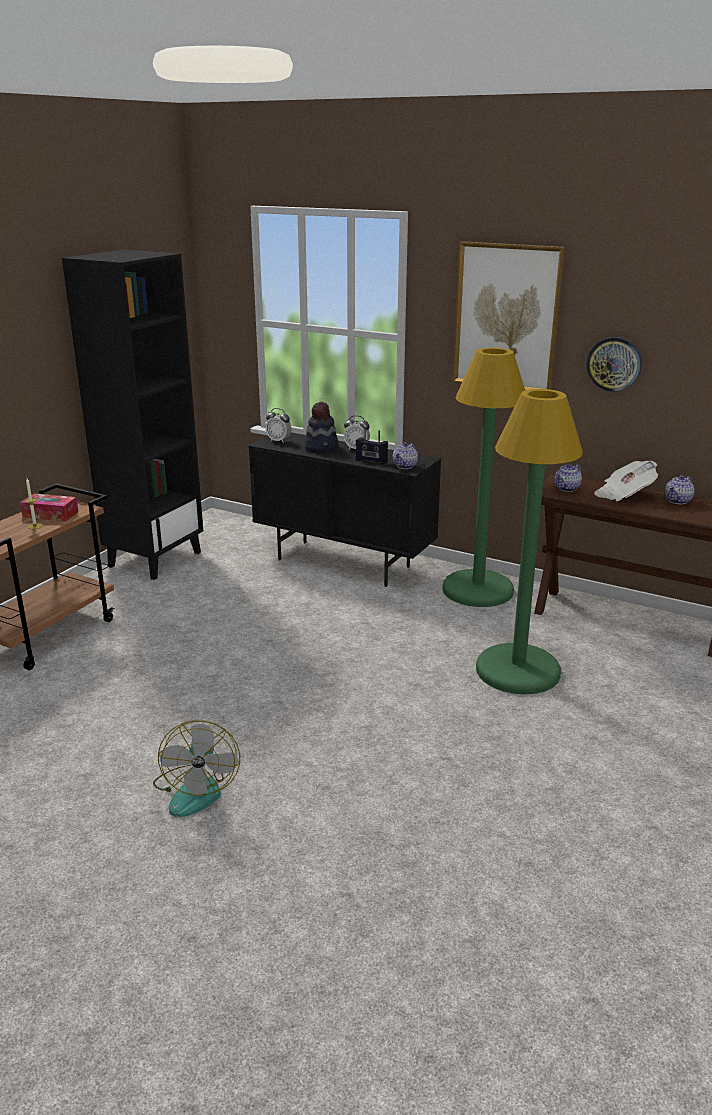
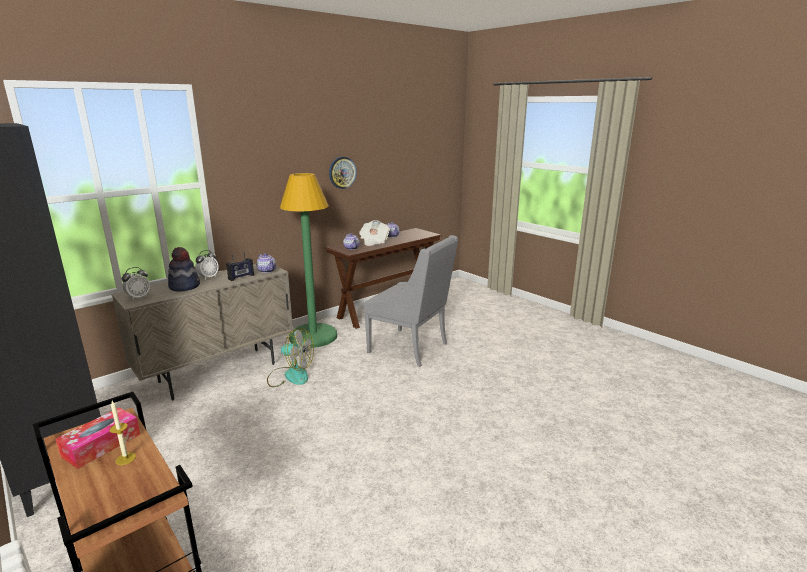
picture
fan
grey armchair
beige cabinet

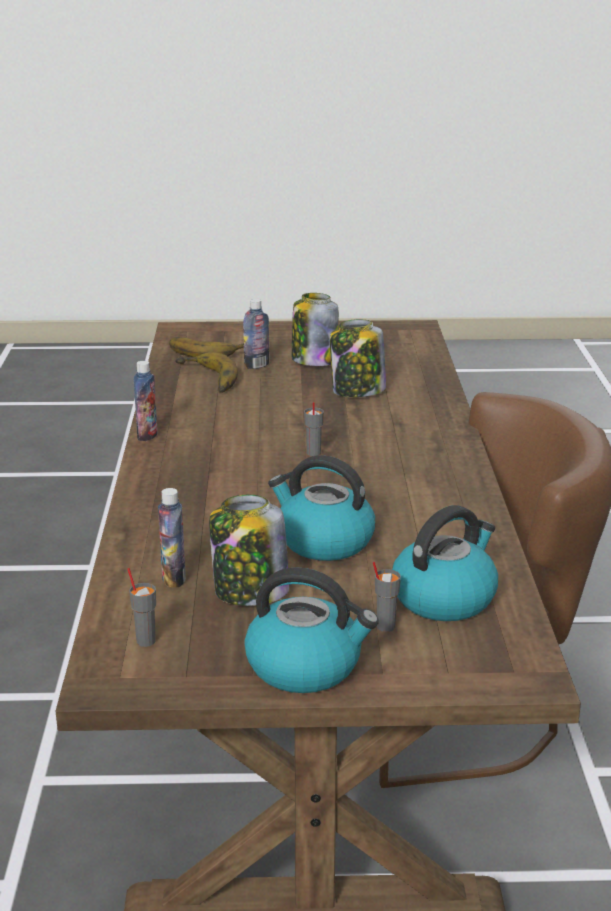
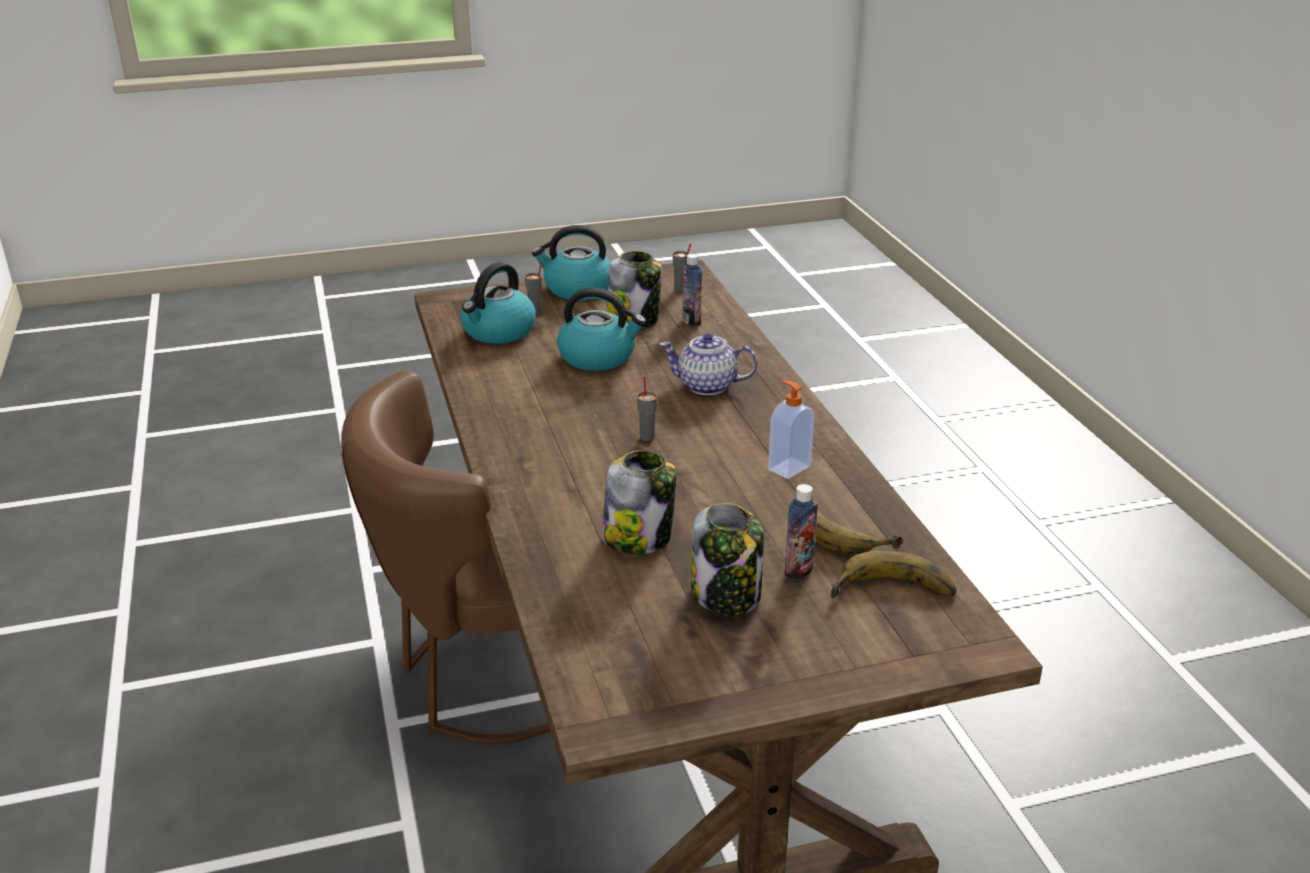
bottle (no. 1 from left in the first image)
teapot
soap dispenser

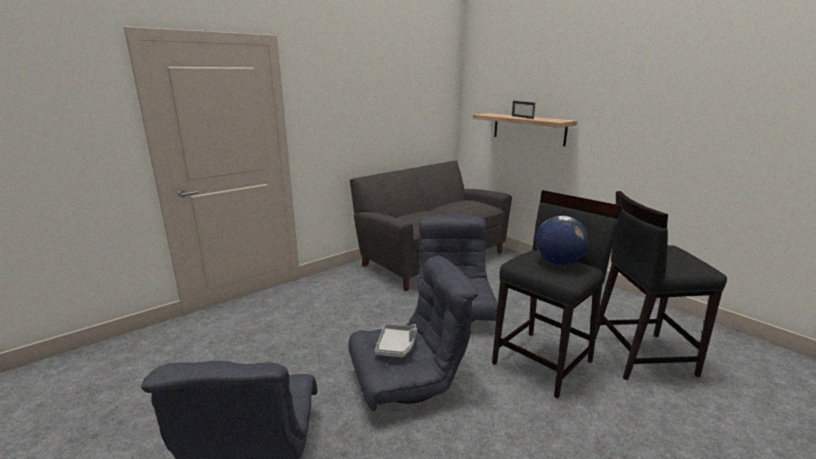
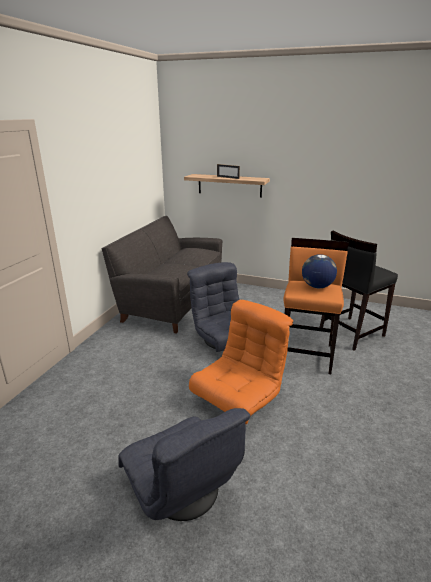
grey tray
orange armchair
orange stool

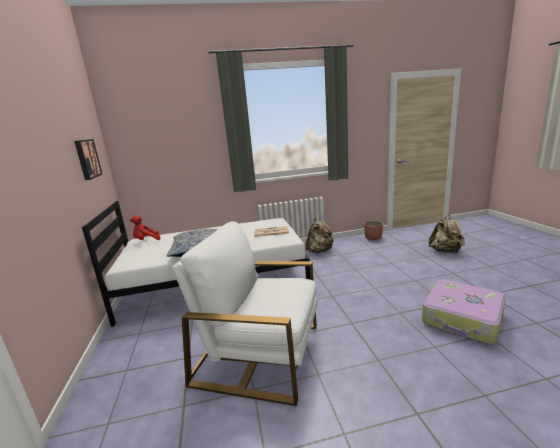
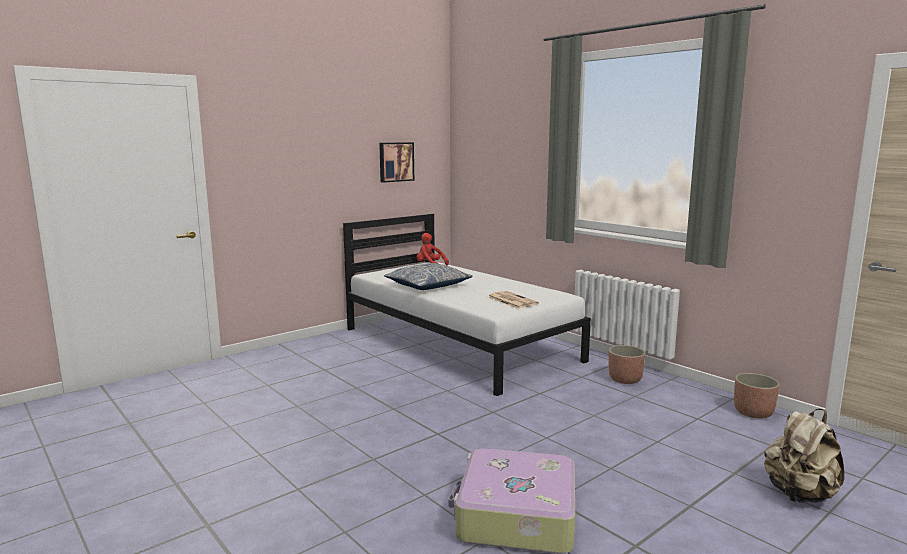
white armchair
planter (no. 1 from left)

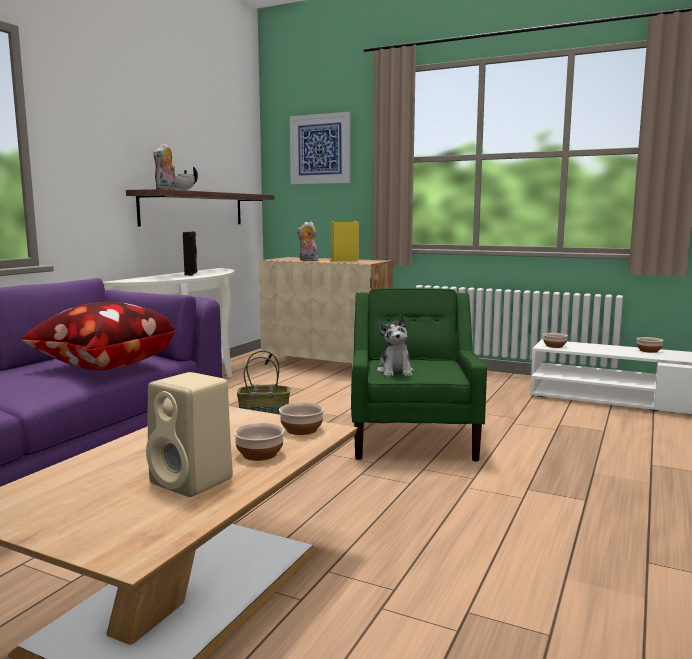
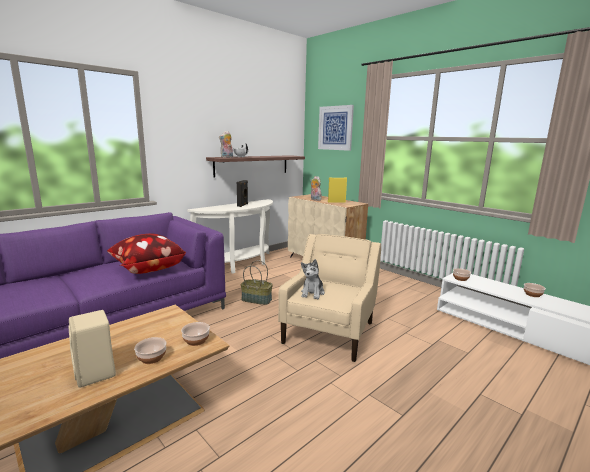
beige armchair

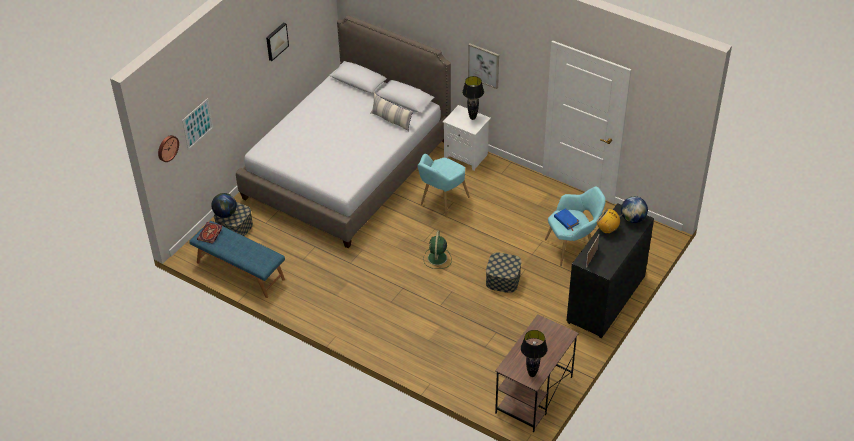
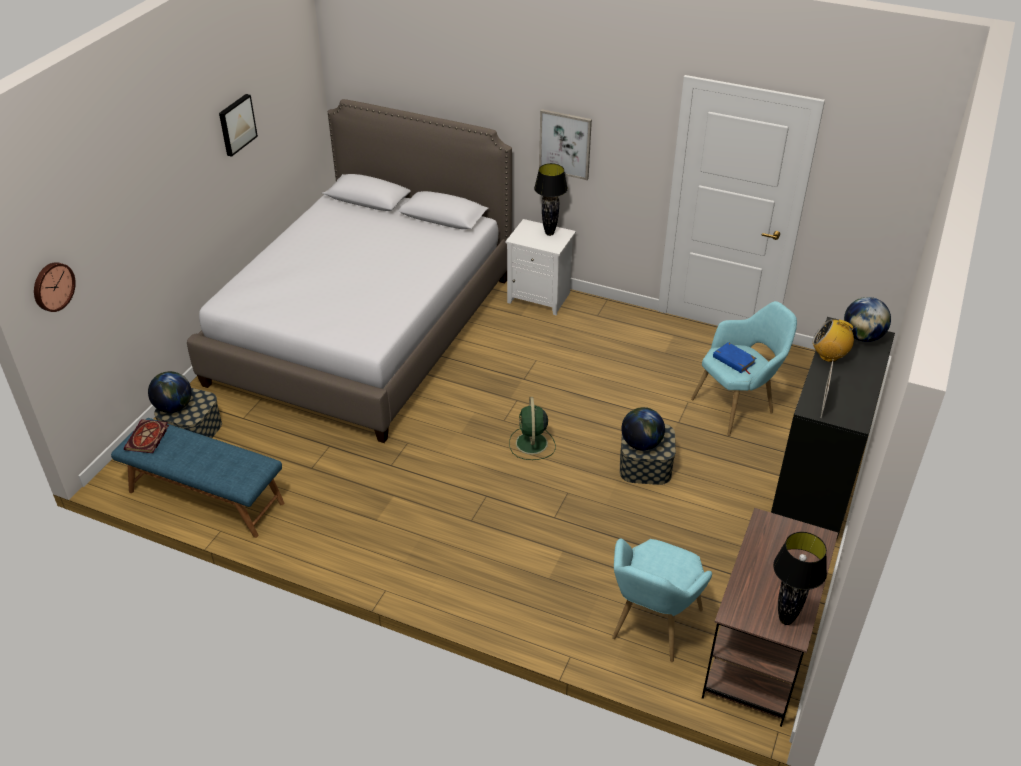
picture (no. 1 from left in the first image)
pillow
globe (no. 2 from left)
turquoise armchair (no. 1 from left)

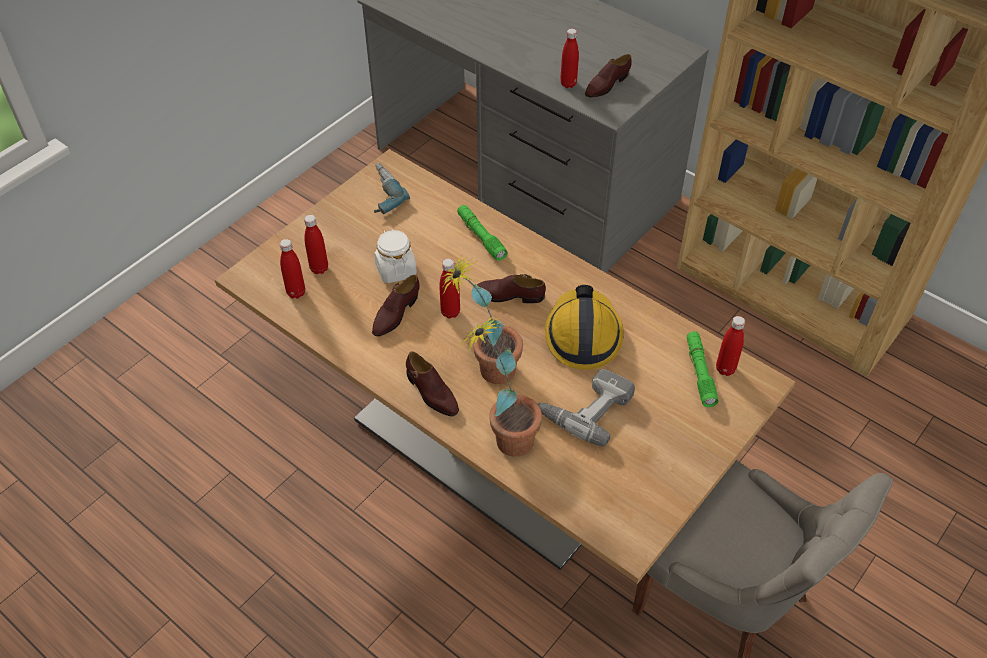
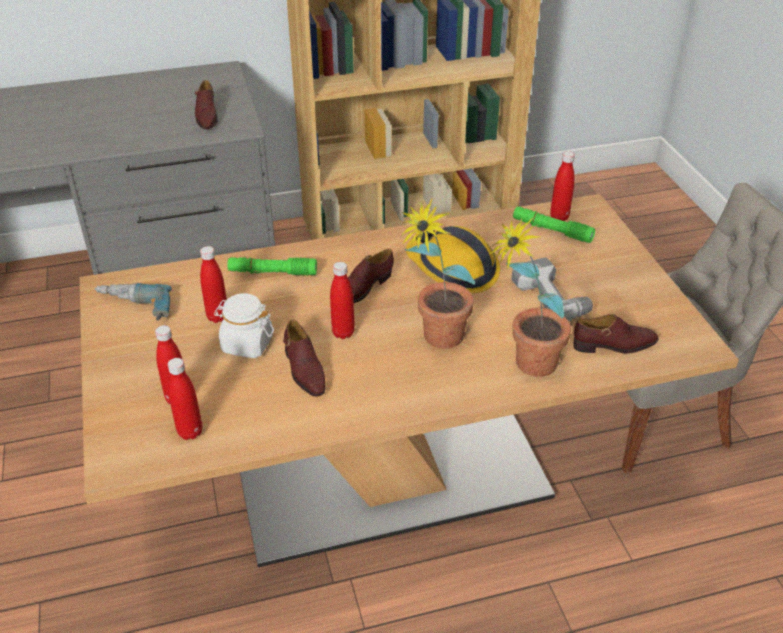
brown shoe (no. 4 from left)
red bottle (no. 3 from left)

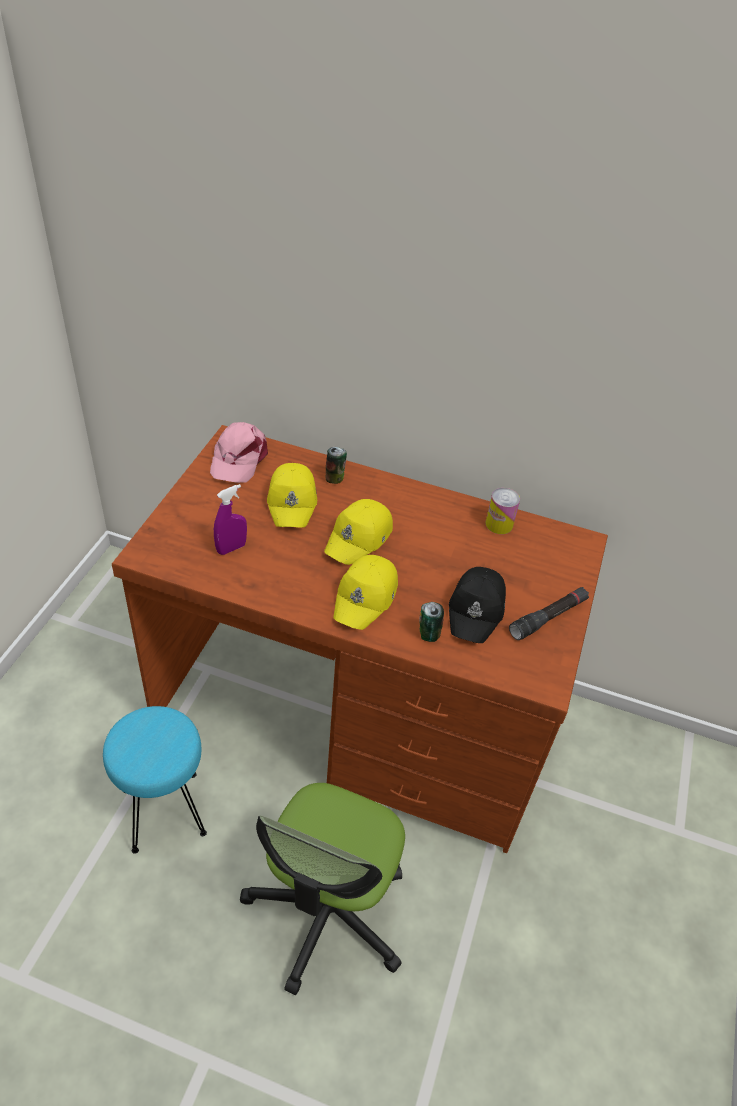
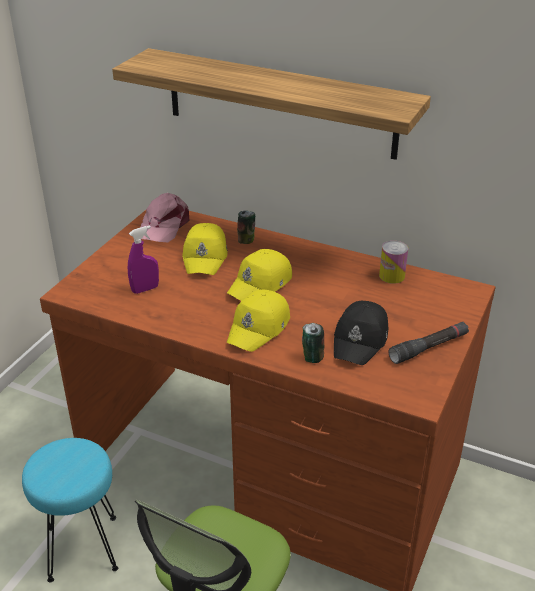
shelf

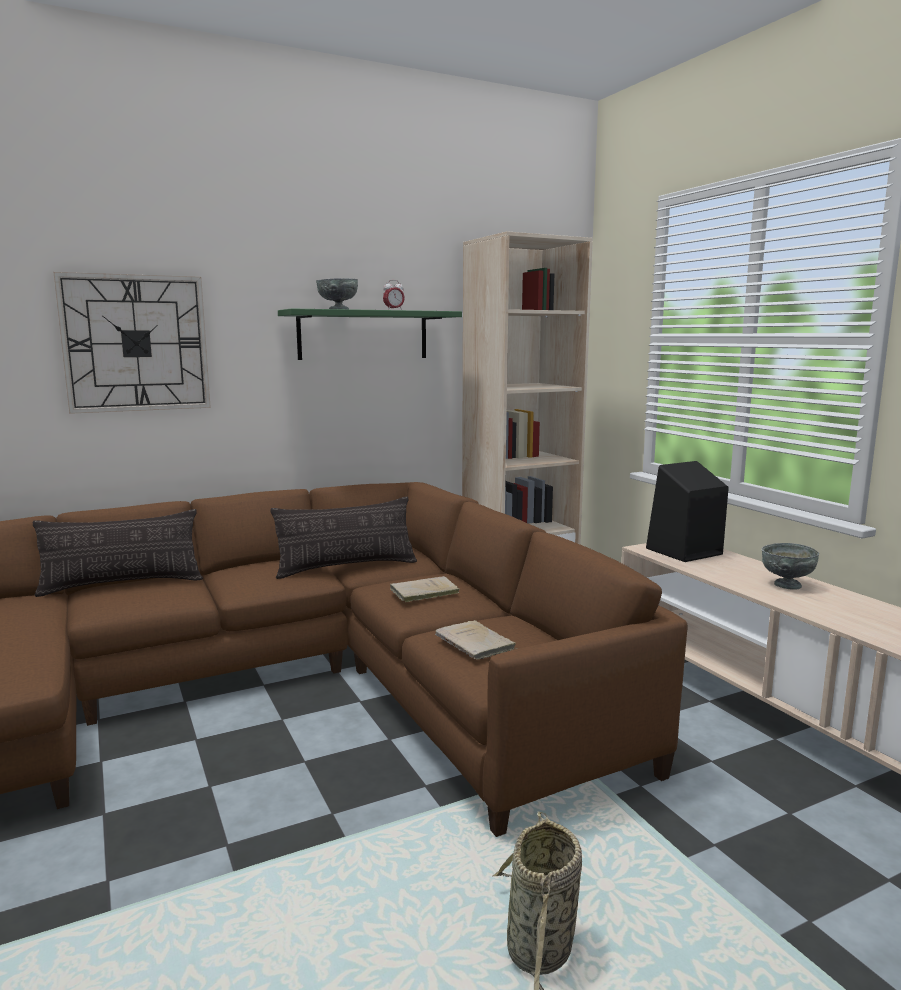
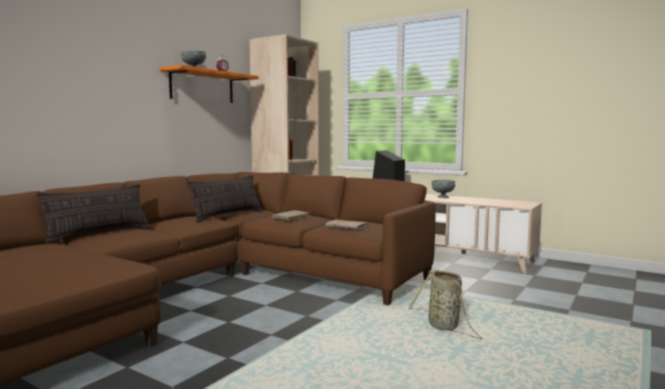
wall clock
orange shelf

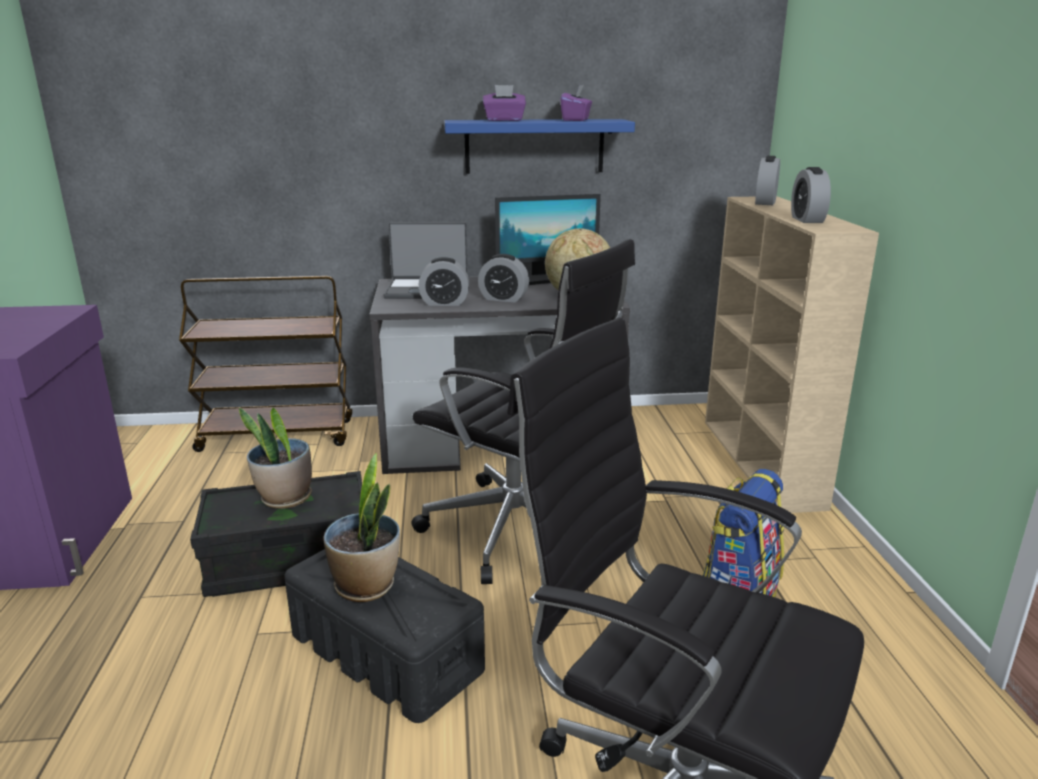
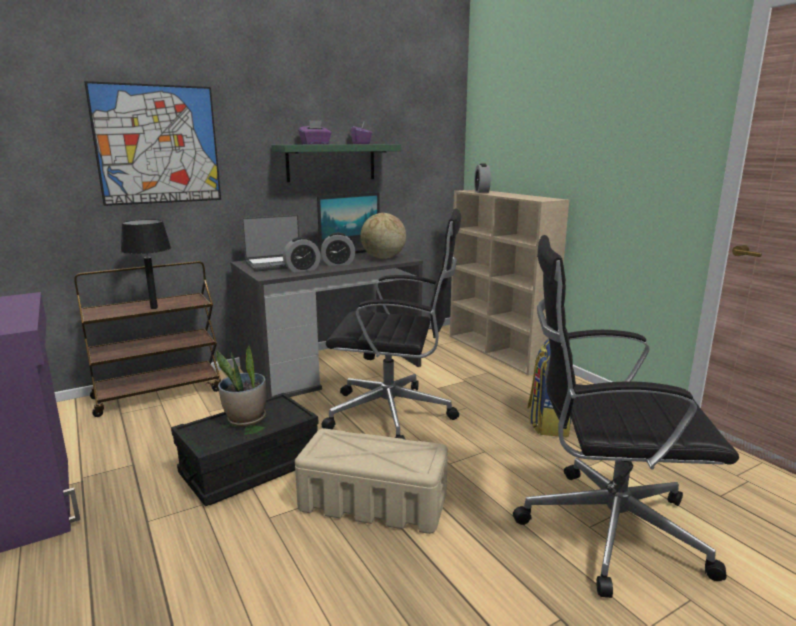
potted plant (no. 2 from left in the first image)
alarm clock (no. 4 from left in the first image)
picture
black table lamp
beige storage box
green shelf

